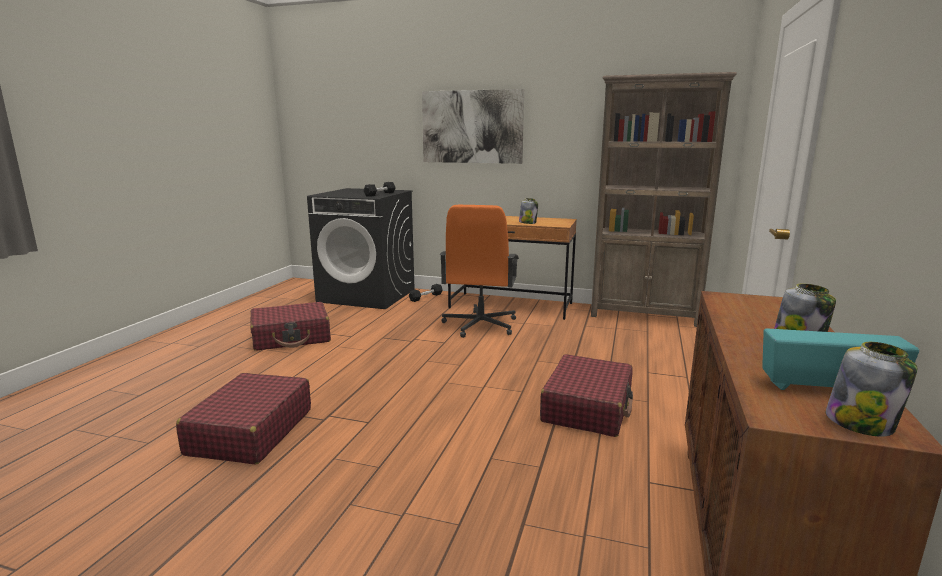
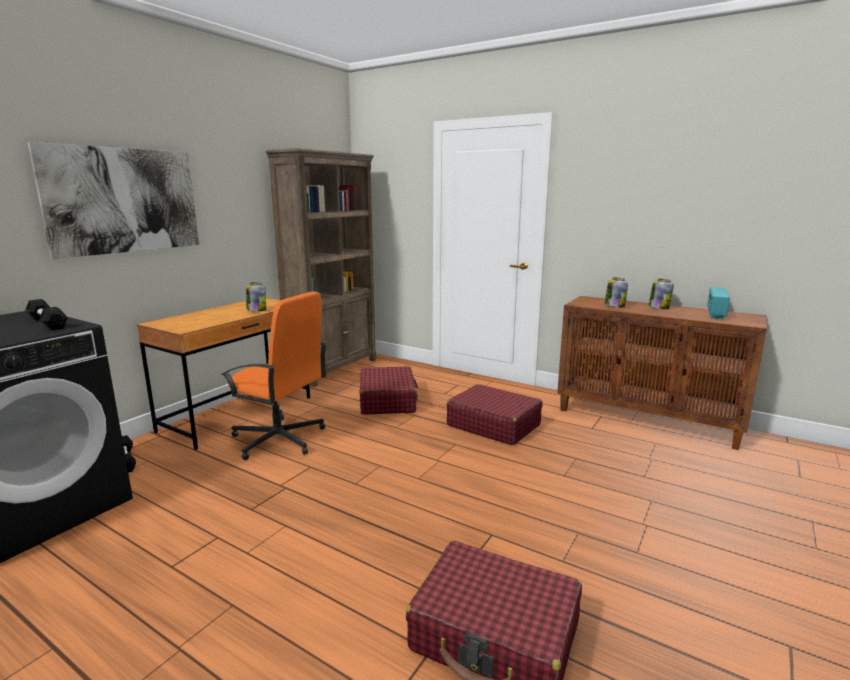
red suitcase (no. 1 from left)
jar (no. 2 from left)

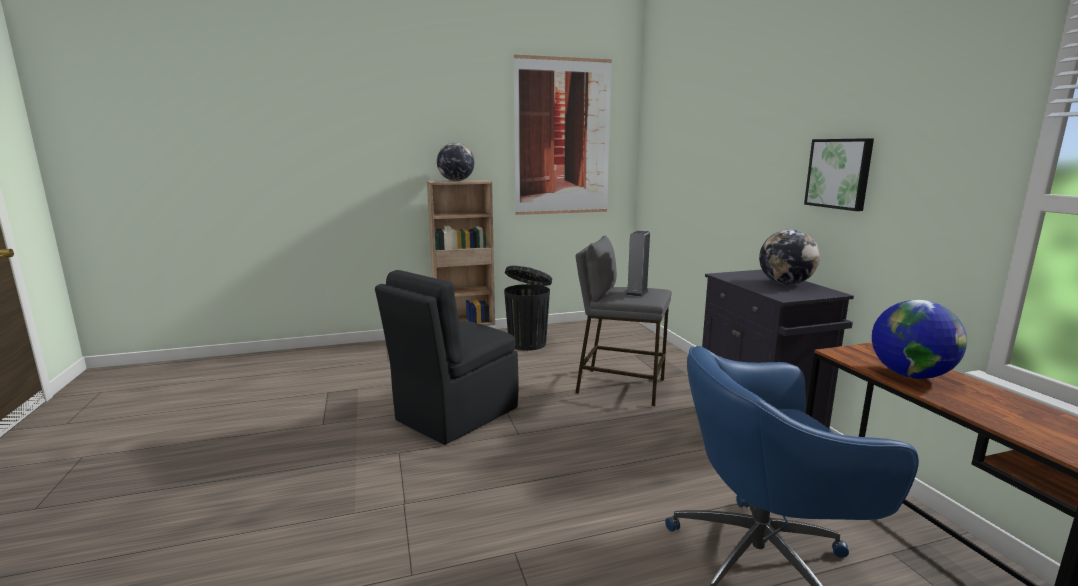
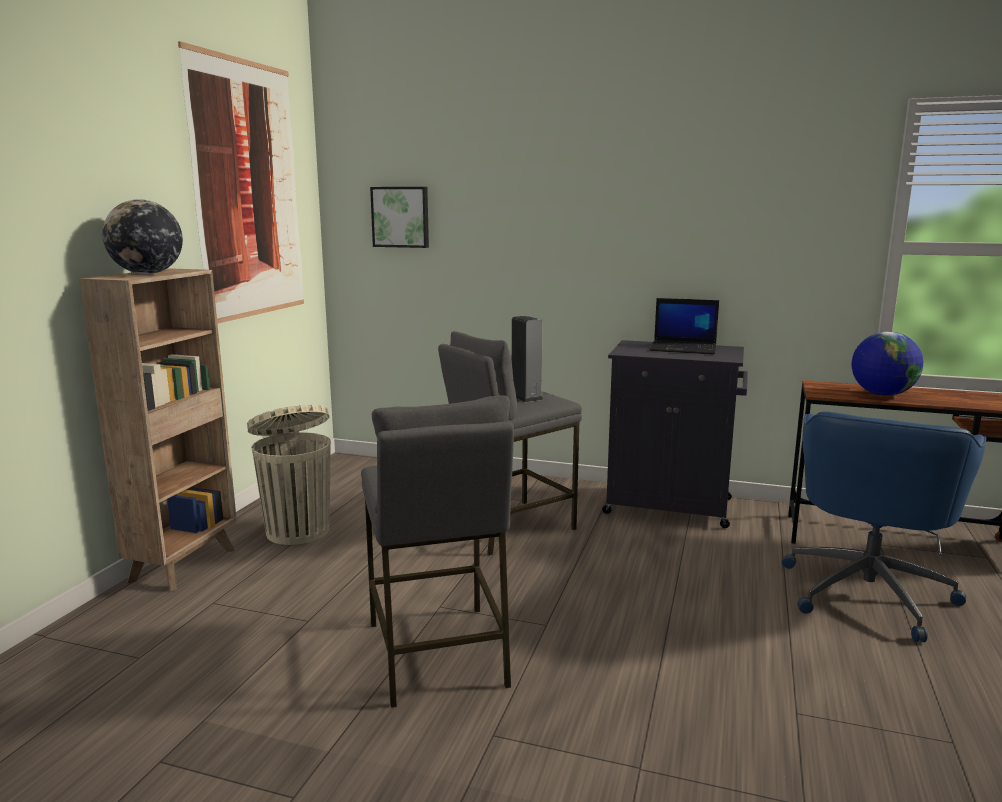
picture (no. 2 from left)
grey stool (no. 1 from left)
laptop
beige trash can

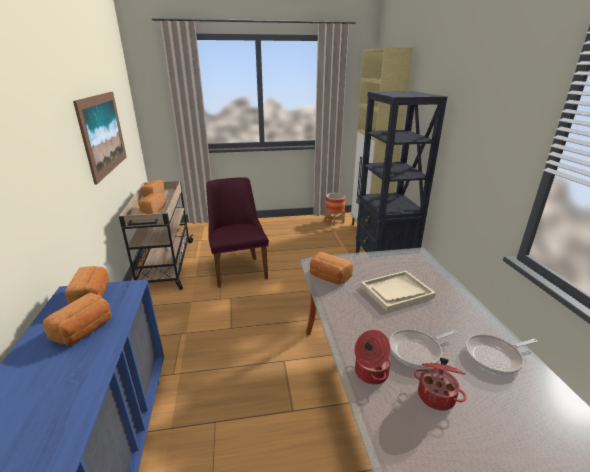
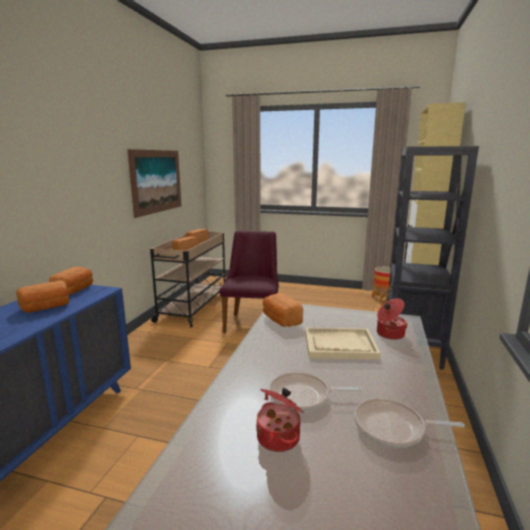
cooking pot (no. 2 from left)

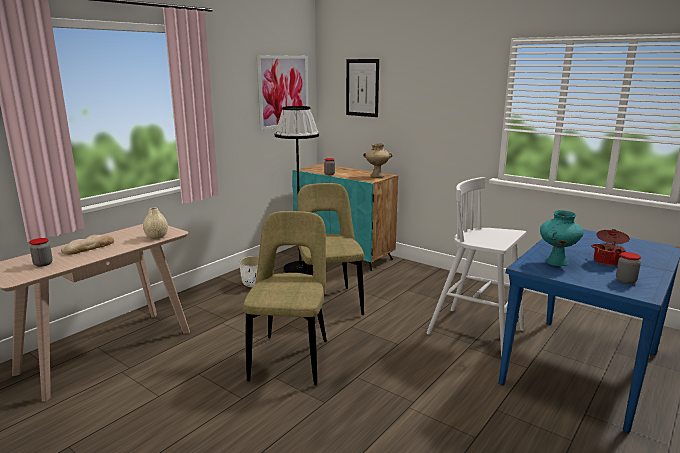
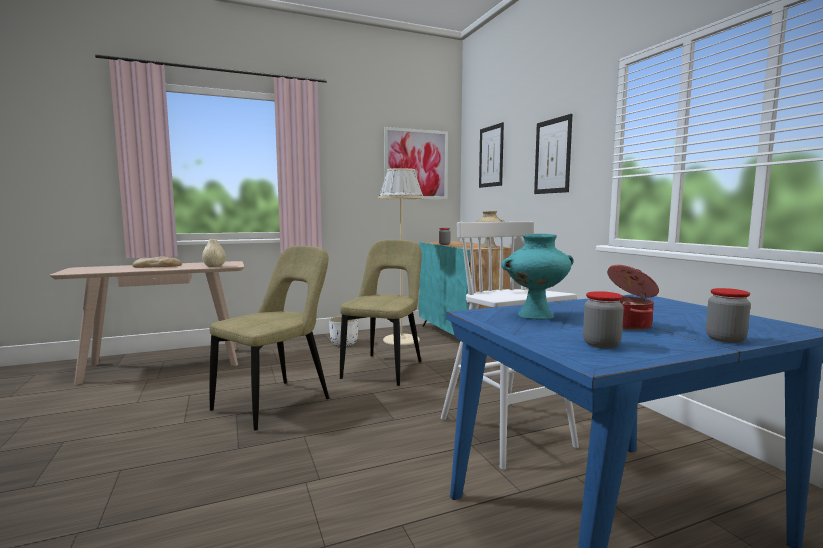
picture (no. 3 from left)
jar (no. 3 from left)
beige floor lamp

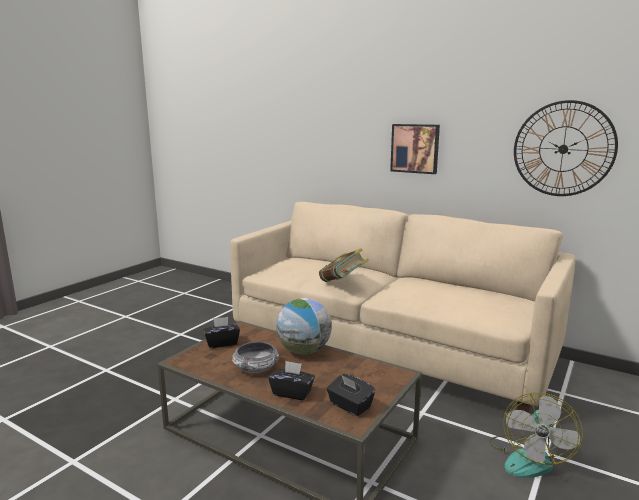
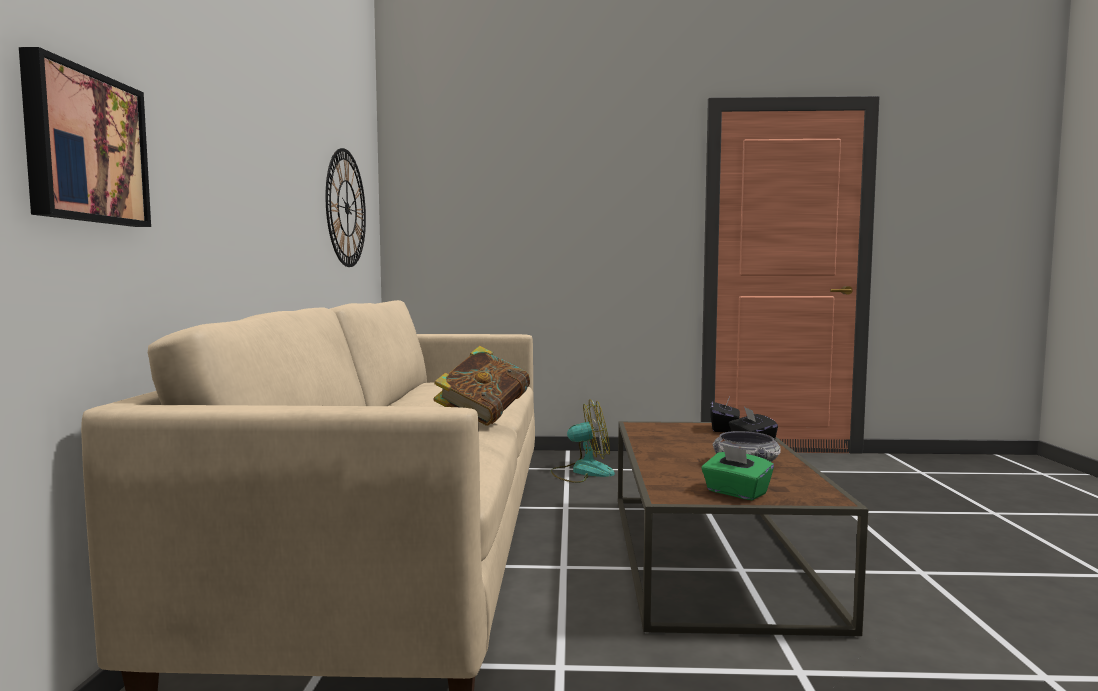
globe
picture
green tissue box

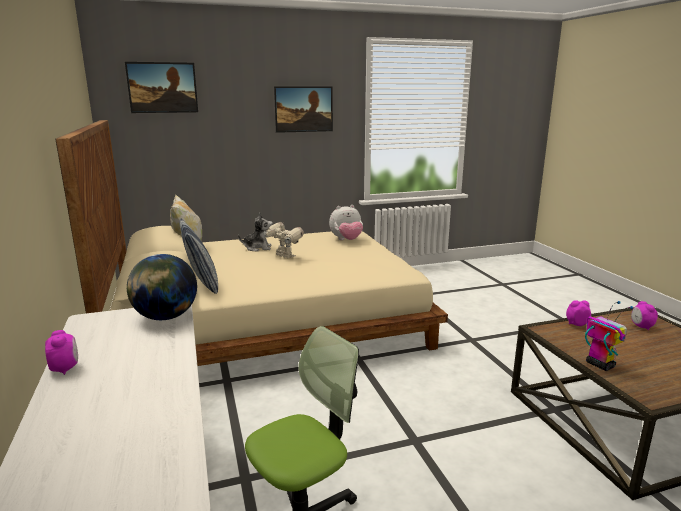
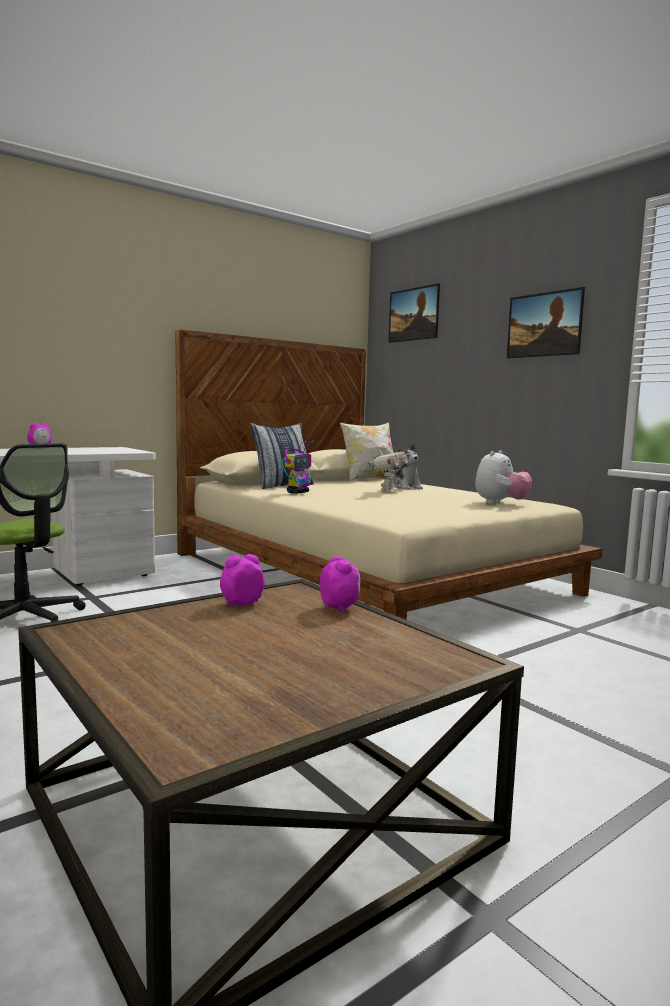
globe
toy robot (no. 1 from left)
alarm clock (no. 2 from left)
plush toy (no. 2 from left)

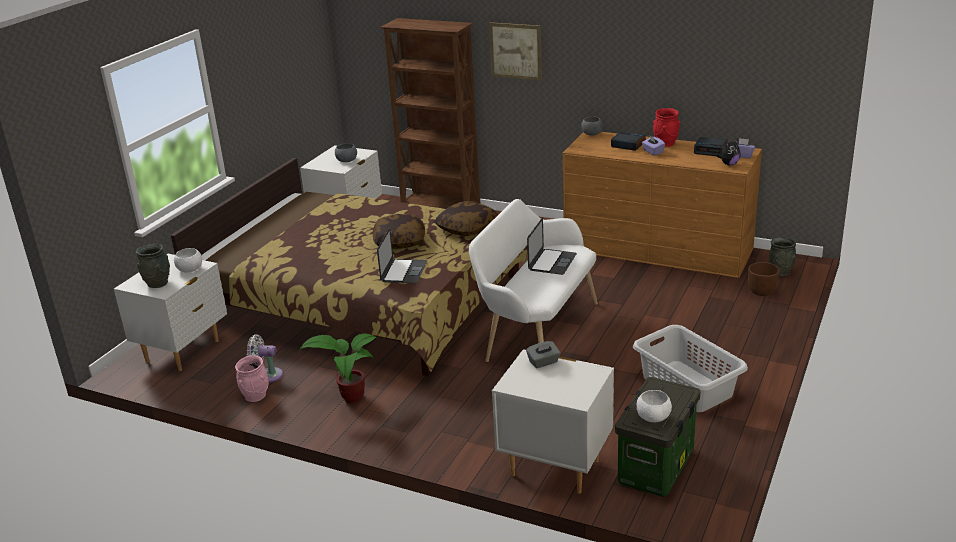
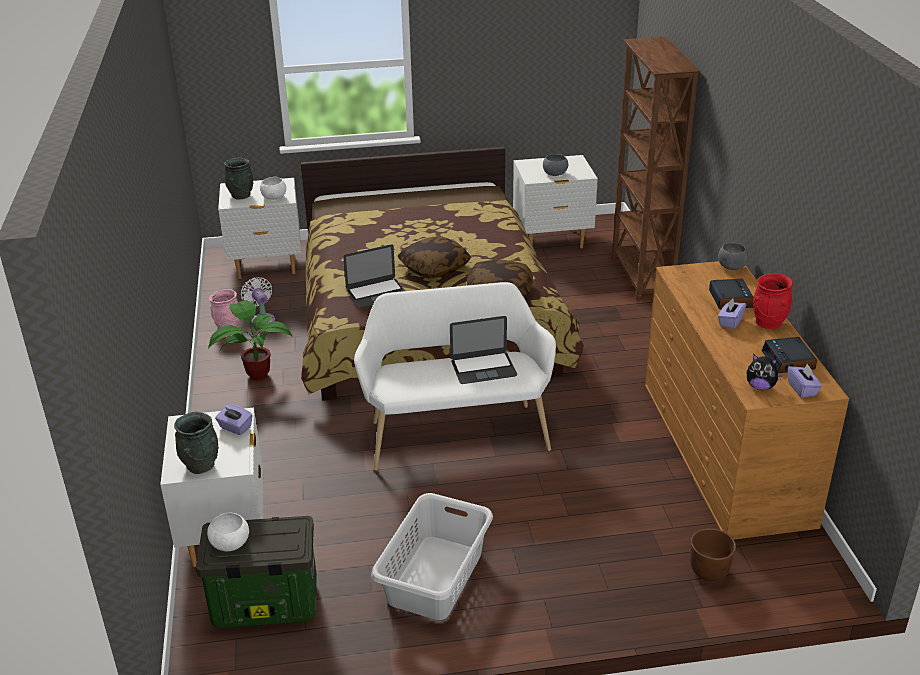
picture
grey vase (no. 1 from left)
purple tissue box (no. 1 from left)

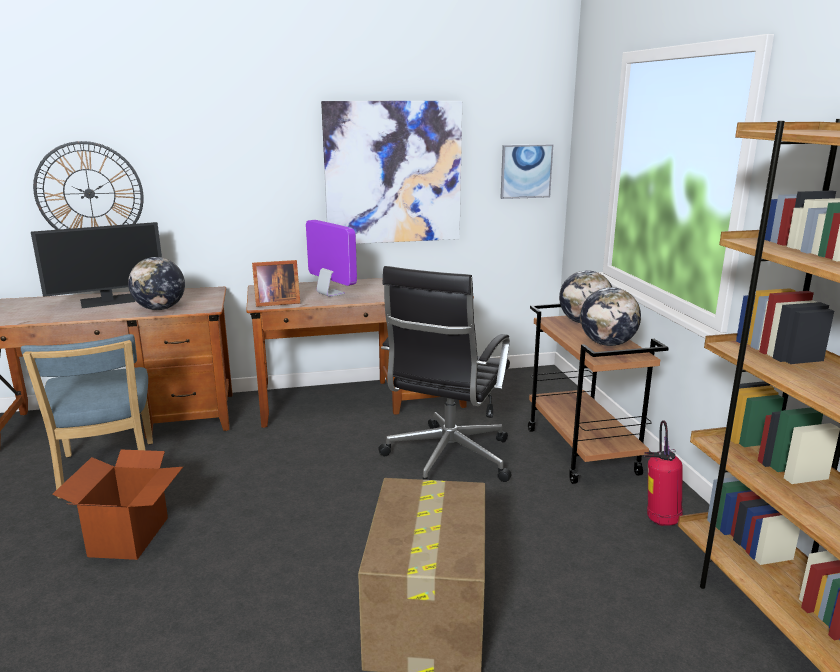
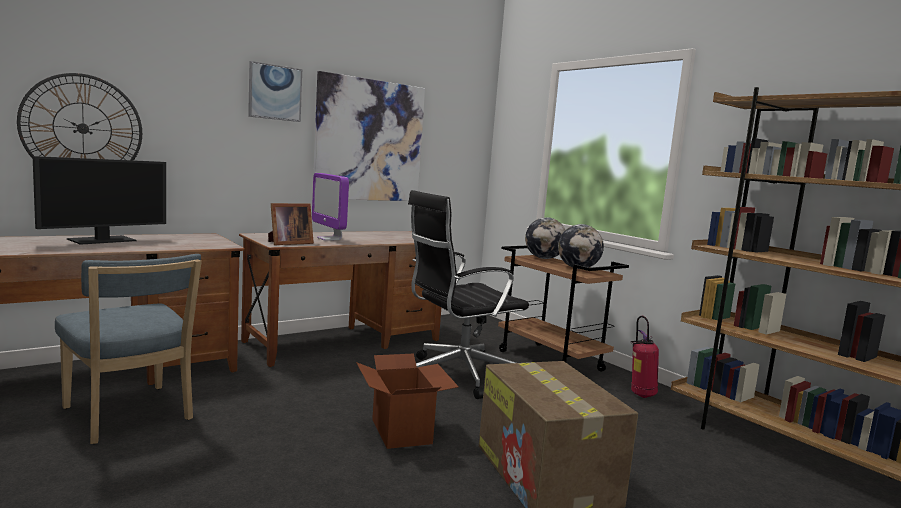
globe (no. 1 from left in the first image)
cardboard box (no. 1 from left)
picture (no. 1 from left)
monitor (no. 2 from left)
black office chair

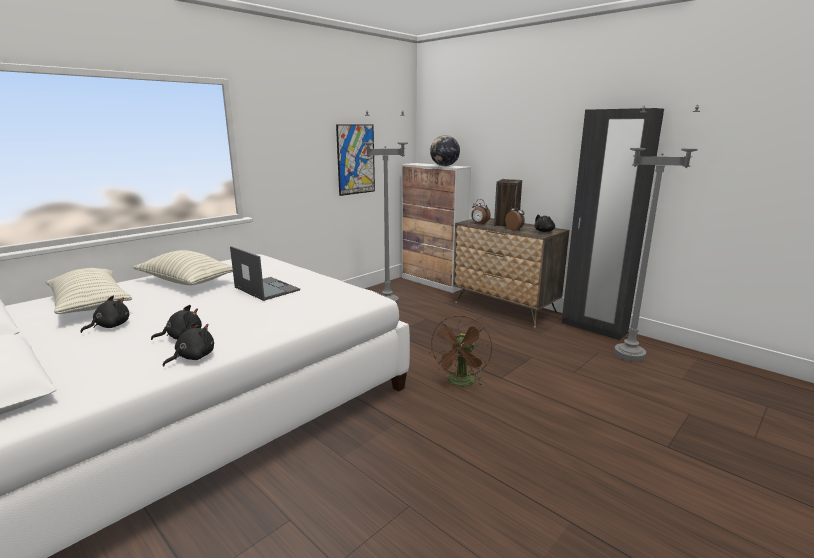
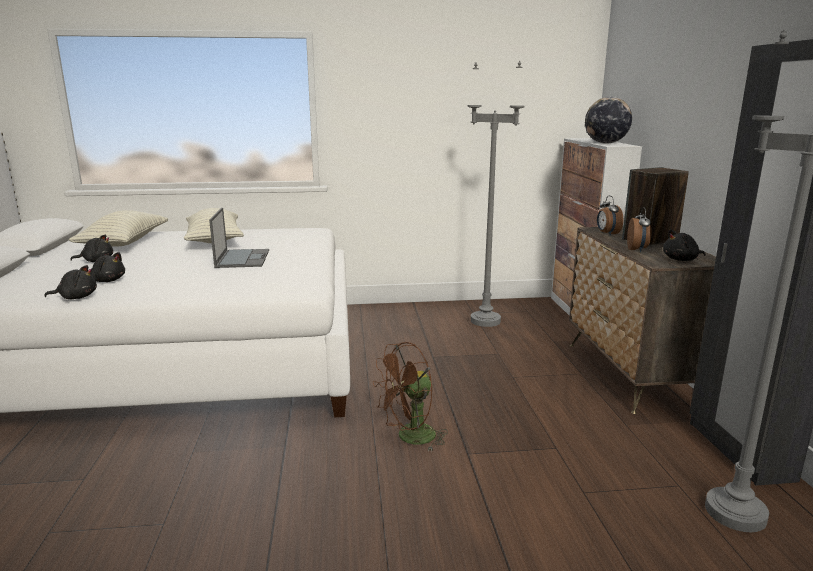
picture

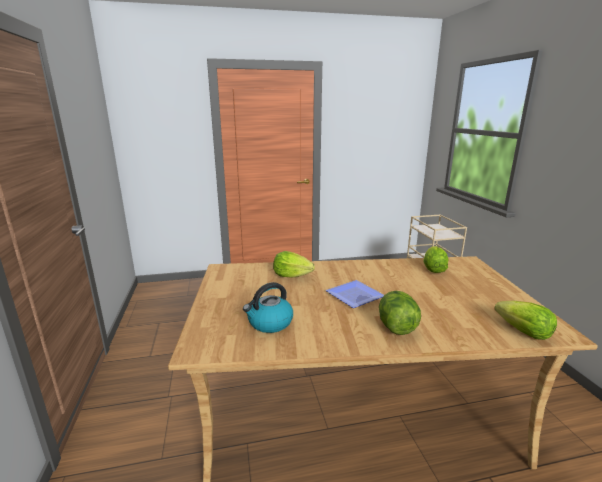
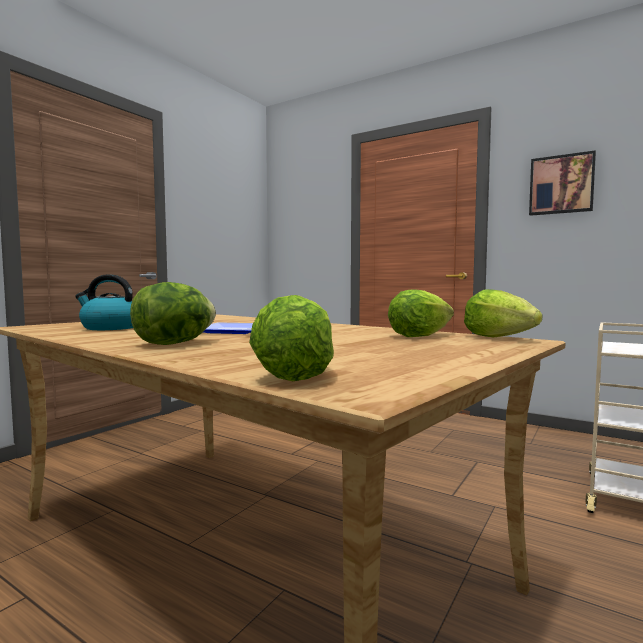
picture
lettuce (no. 4 from left)

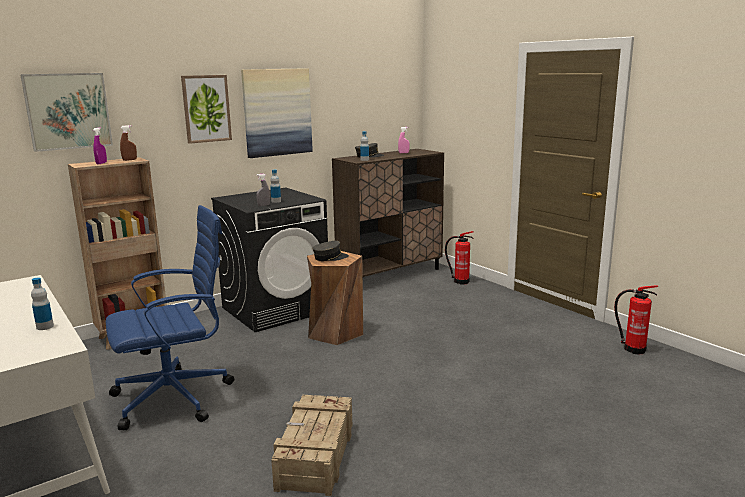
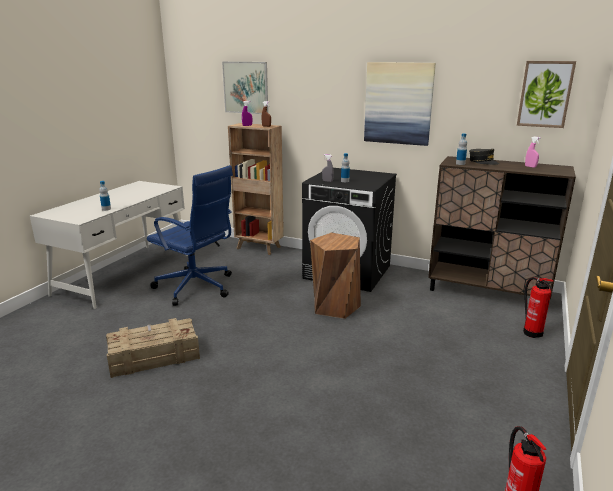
grey cap (no. 1 from left in the first image)
picture (no. 3 from left)

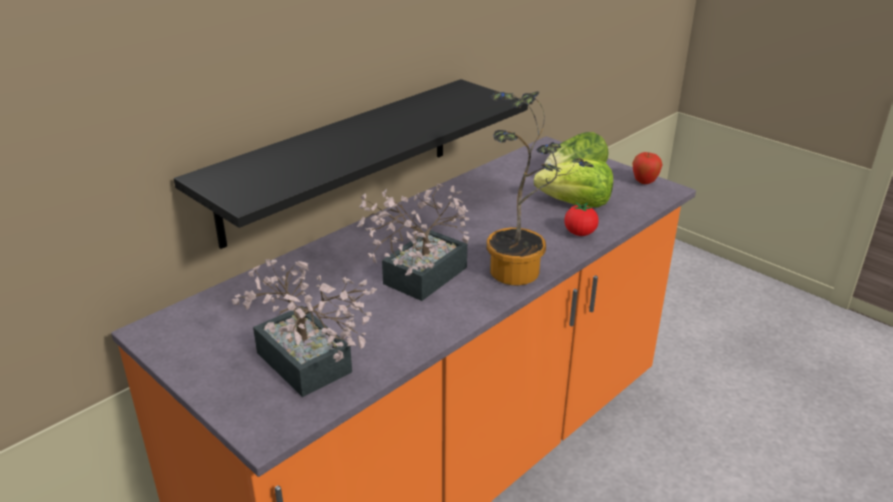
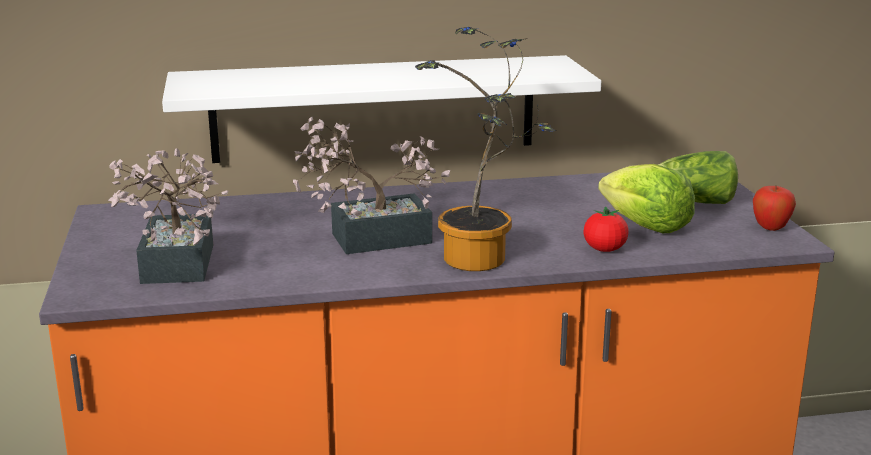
white shelf

